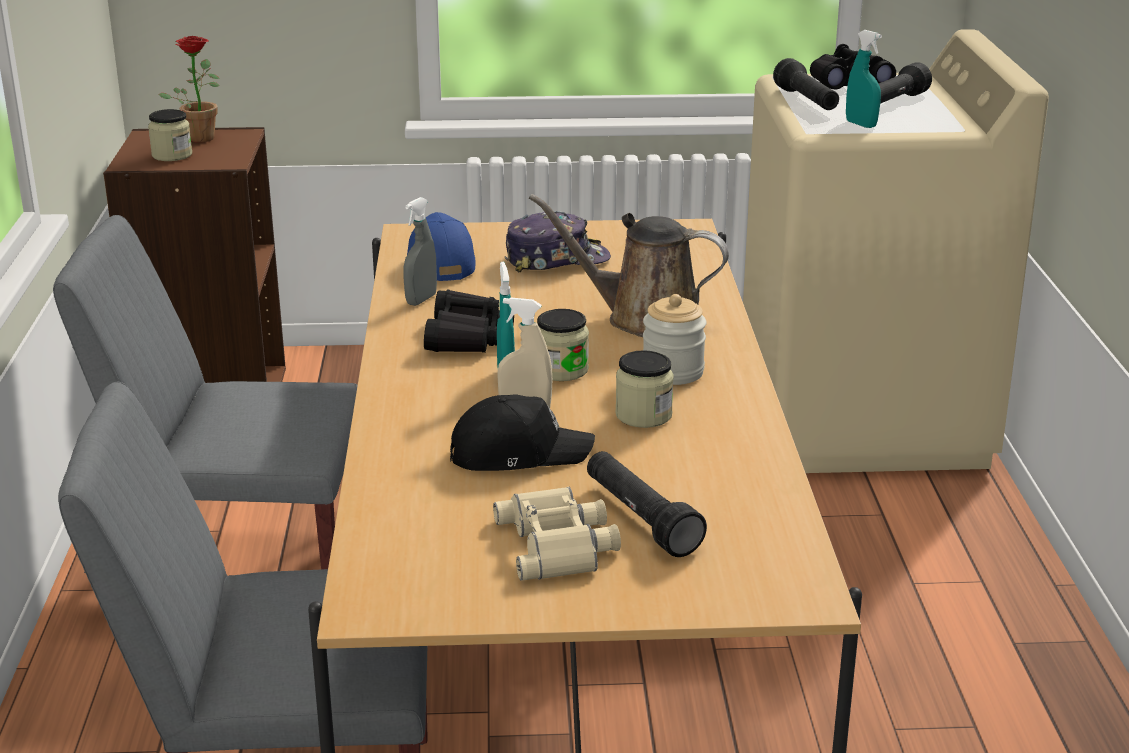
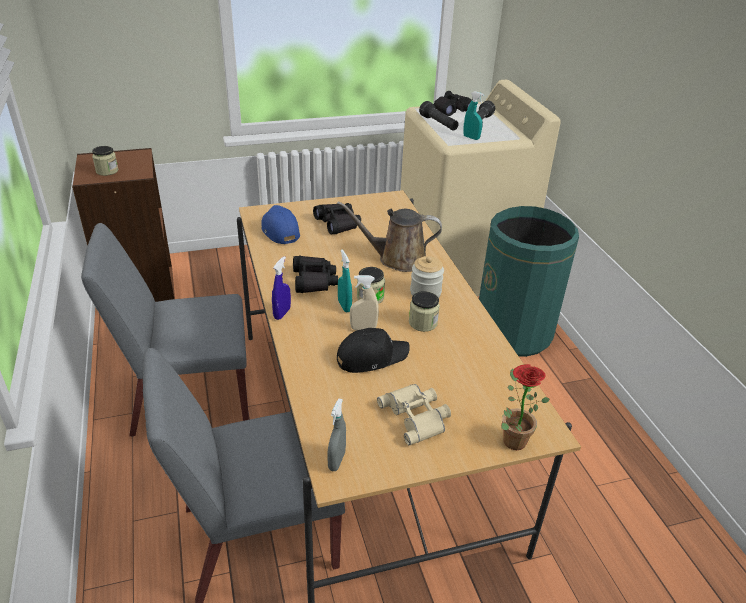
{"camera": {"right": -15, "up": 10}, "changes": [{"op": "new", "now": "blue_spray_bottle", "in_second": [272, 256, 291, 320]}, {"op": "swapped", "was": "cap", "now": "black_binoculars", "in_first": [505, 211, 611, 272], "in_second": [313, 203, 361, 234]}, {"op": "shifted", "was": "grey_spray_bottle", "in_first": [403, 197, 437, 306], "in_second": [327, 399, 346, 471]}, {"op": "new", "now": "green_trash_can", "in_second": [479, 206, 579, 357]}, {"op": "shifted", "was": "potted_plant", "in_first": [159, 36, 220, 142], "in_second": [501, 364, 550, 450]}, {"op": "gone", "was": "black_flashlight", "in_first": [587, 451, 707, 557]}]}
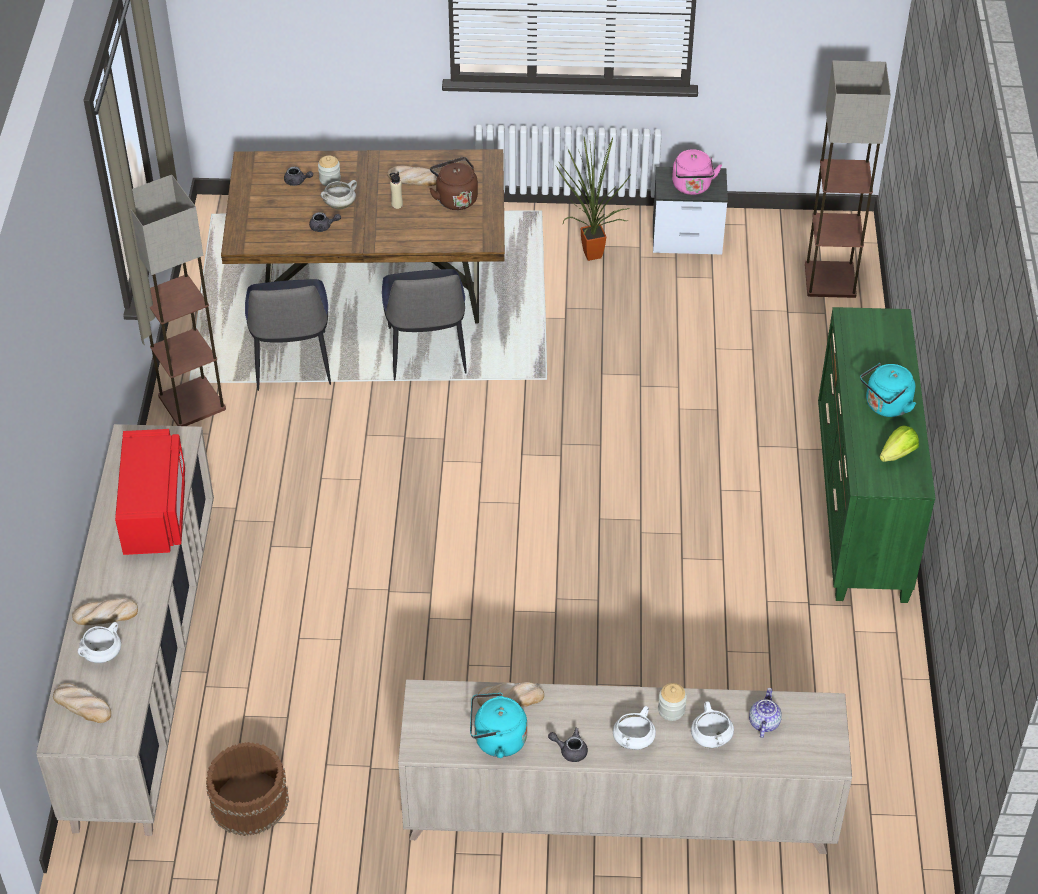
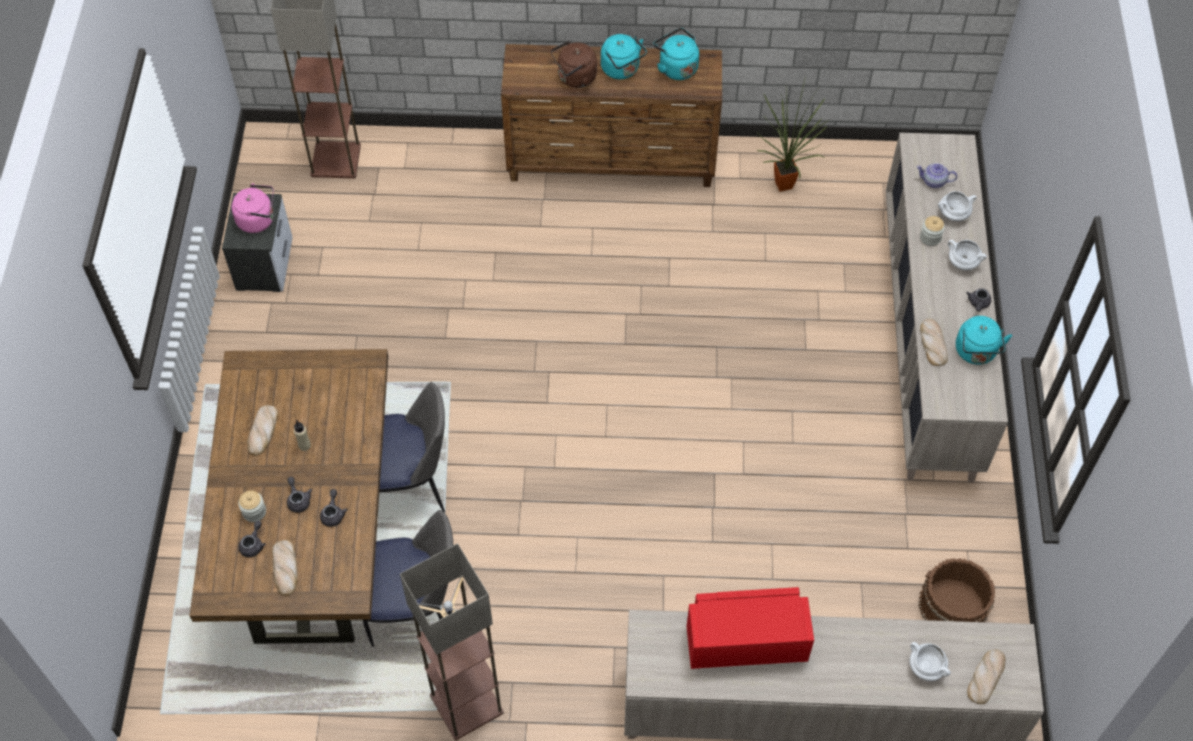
{"camera": {"right": -90, "up": 10}, "changes": [{"op": "shifted", "was": "bread", "in_first": [72, 599, 138, 625], "in_second": [272, 540, 297, 596]}, {"op": "swapped", "was": "white_cooking_pot", "now": "grey_teapot", "in_first": [321, 180, 357, 209], "in_second": [287, 477, 312, 513]}, {"op": "repainted", "was": "green_dresser", "now": "brown_dresser", "in_first": [818, 307, 935, 603], "in_second": [501, 44, 722, 187]}, {"op": "shifted", "was": "brown_kettle", "in_first": [429, 157, 478, 210], "in_second": [551, 41, 597, 88]}, {"op": "swapped", "was": "lettuce", "now": "turquoise_kettle", "in_first": [880, 426, 919, 462], "in_second": [653, 28, 699, 80]}, {"op": "shifted", "was": "potted_plant", "in_first": [556, 131, 630, 261], "in_second": [756, 77, 829, 192]}]}
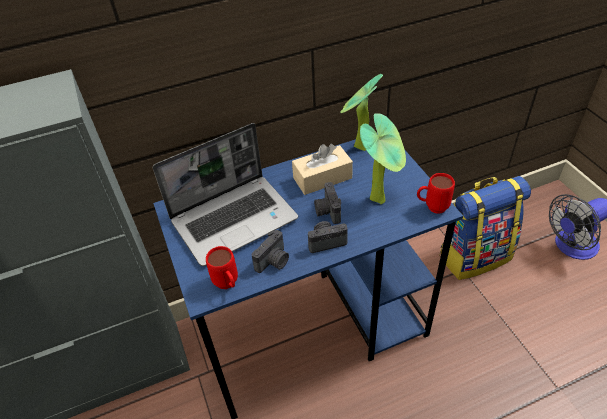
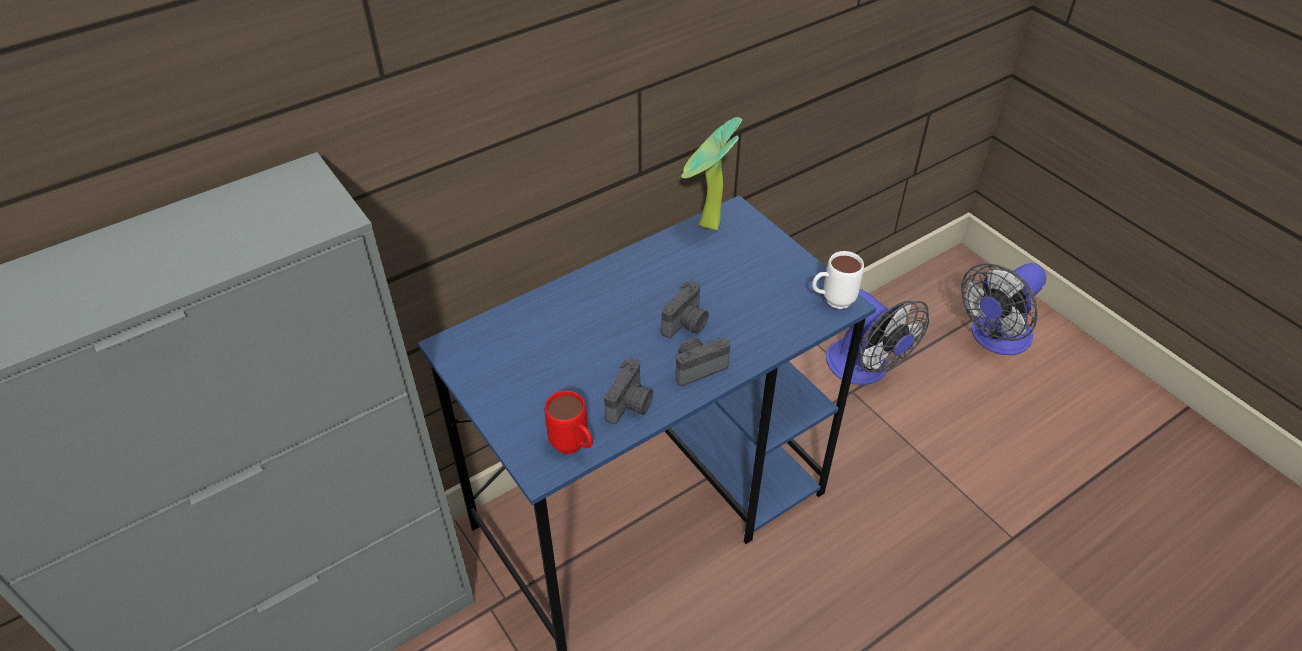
{"camera": {"right": -15, "up": 0}, "changes": [{"op": "rotated", "was": "photo_camera", "in_first": [314, 182, 341, 224], "in_second": [661, 281, 709, 338], "clockwise": -120}, {"op": "repainted", "was": "red_mug", "now": "white_mug", "in_first": [417, 173, 455, 214], "in_second": [812, 251, 864, 309]}, {"op": "swapped", "was": "backpack", "now": "fan", "in_first": [439, 176, 531, 280], "in_second": [826, 289, 929, 385]}, {"op": "gone", "was": "laptop", "in_first": [153, 123, 298, 266]}, {"op": "gone", "was": "beige_tissue_box", "in_first": [292, 144, 353, 195]}, {"op": "gone", "was": "potted_plant", "in_first": [360, 113, 406, 204]}]}
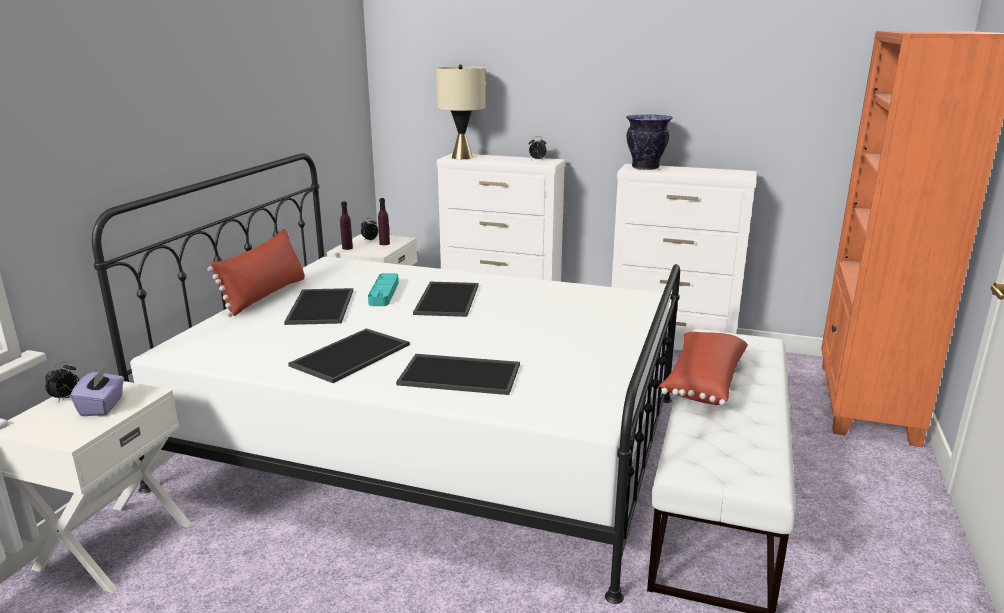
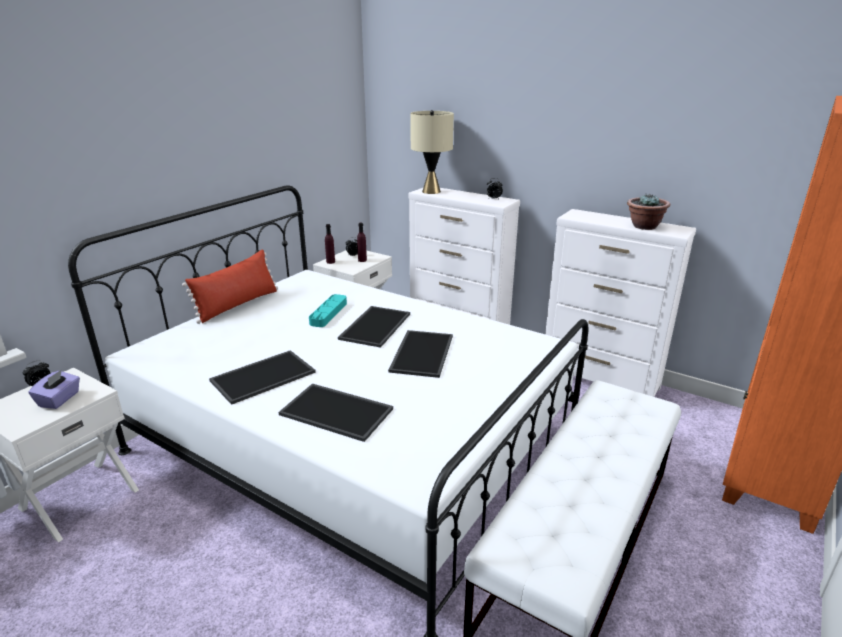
{"camera": {"right": 15, "up": 5}, "changes": [{"op": "shifted", "was": "tray", "in_first": [284, 288, 353, 325], "in_second": [388, 330, 453, 378]}, {"op": "new", "now": "potted_plant", "in_second": [627, 194, 670, 230]}, {"op": "gone", "was": "vase", "in_first": [626, 114, 673, 170]}, {"op": "gone", "was": "red_pillow", "in_first": [659, 332, 748, 406]}]}
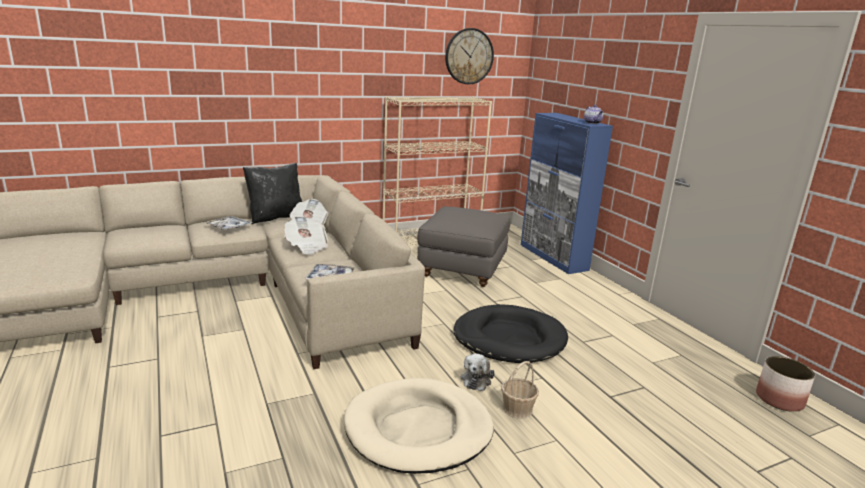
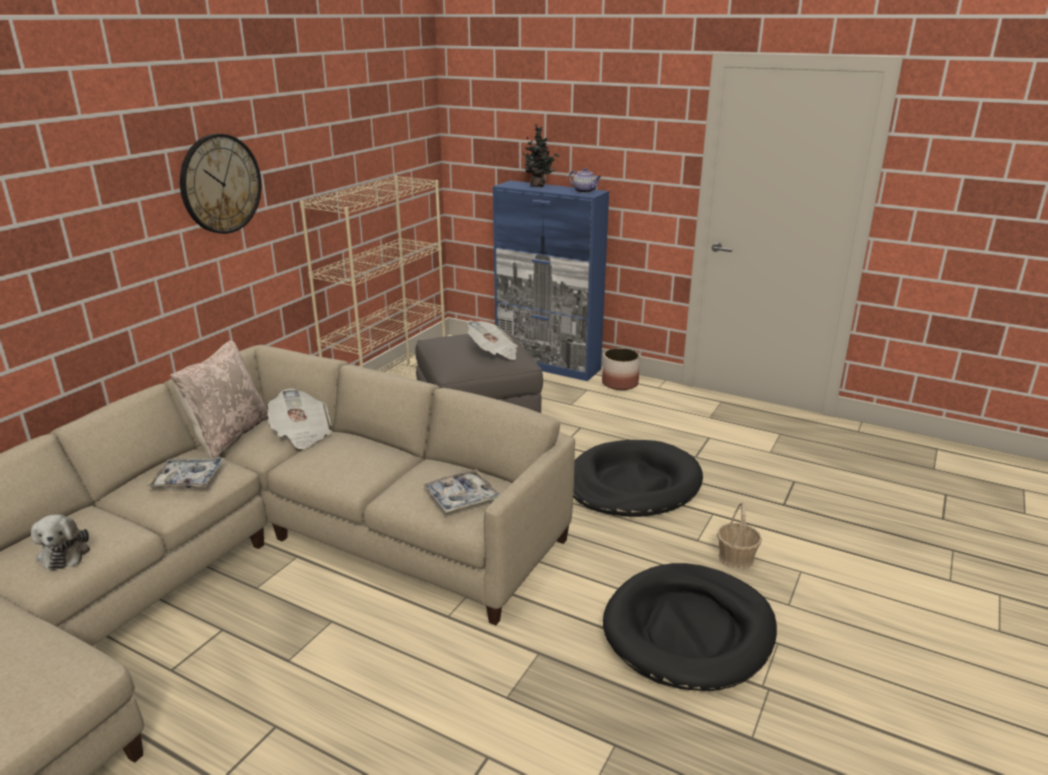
{"camera": {"right": -35, "up": 5}, "changes": [{"op": "shifted", "was": "plush_toy", "in_first": [461, 354, 495, 391], "in_second": [31, 514, 90, 571]}, {"op": "repainted", "was": "black_pillow", "now": "beige_pillow", "in_first": [243, 163, 302, 224], "in_second": [170, 341, 268, 458]}, {"op": "shifted", "was": "wall_clock", "in_first": [445, 28, 494, 84], "in_second": [180, 134, 262, 234]}, {"op": "shifted", "was": "newspaper", "in_first": [285, 216, 328, 255], "in_second": [467, 320, 518, 360]}, {"op": "new", "now": "potted_plant", "in_second": [522, 124, 560, 187]}, {"op": "shifted", "was": "planter", "in_first": [756, 356, 815, 412], "in_second": [602, 348, 640, 390]}, {"op": "repainted", "was": "beige_dog_bed", "now": "black_dog_bed", "in_first": [344, 378, 494, 474], "in_second": [603, 563, 777, 691]}]}
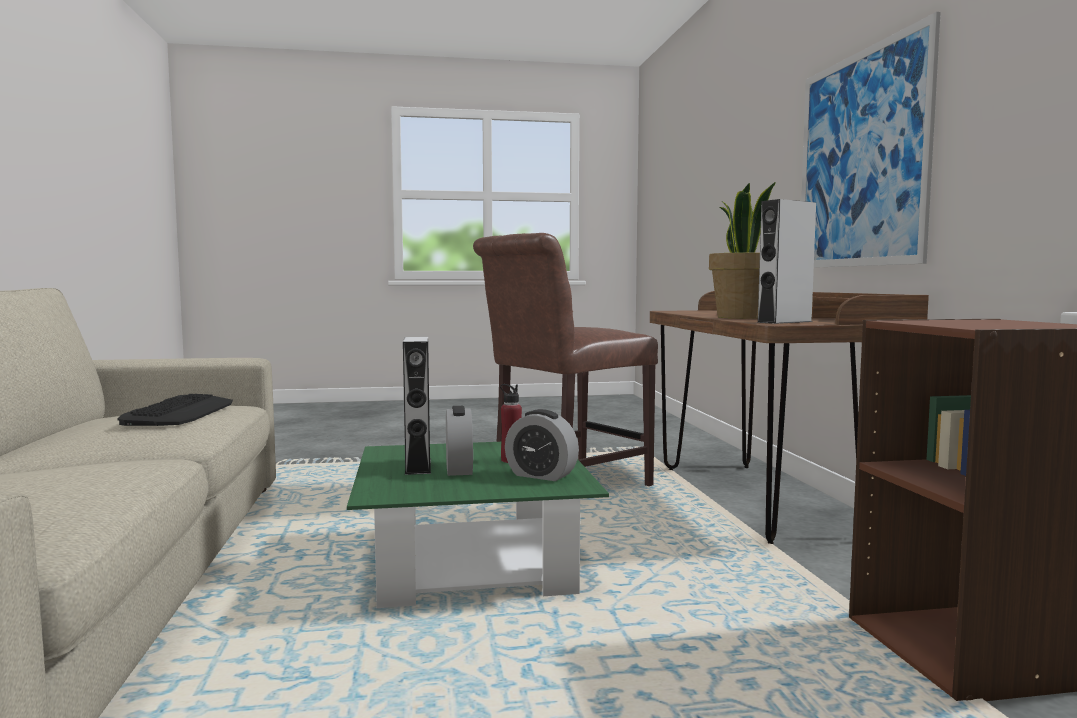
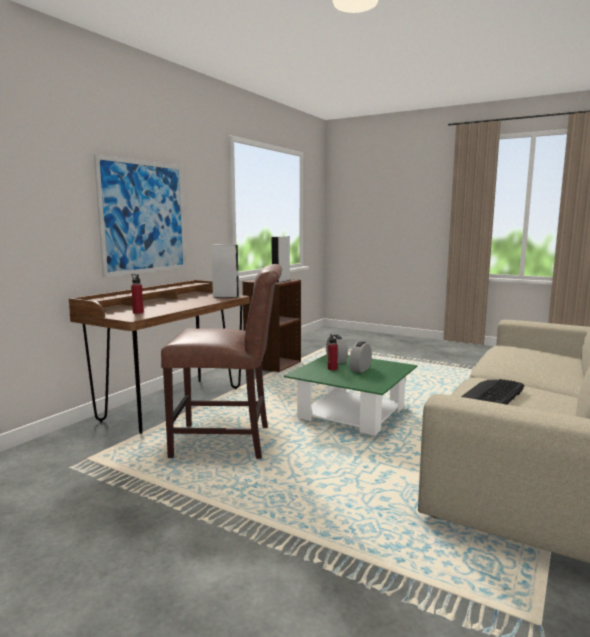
{"camera": {"right": -140, "up": 5}, "changes": [{"op": "new", "now": "red_bottle", "in_second": [131, 274, 144, 314]}, {"op": "shifted", "was": "grey_speaker", "in_first": [403, 337, 431, 475], "in_second": [271, 236, 290, 283]}, {"op": "gone", "was": "potted_plant", "in_first": [709, 182, 776, 319]}]}
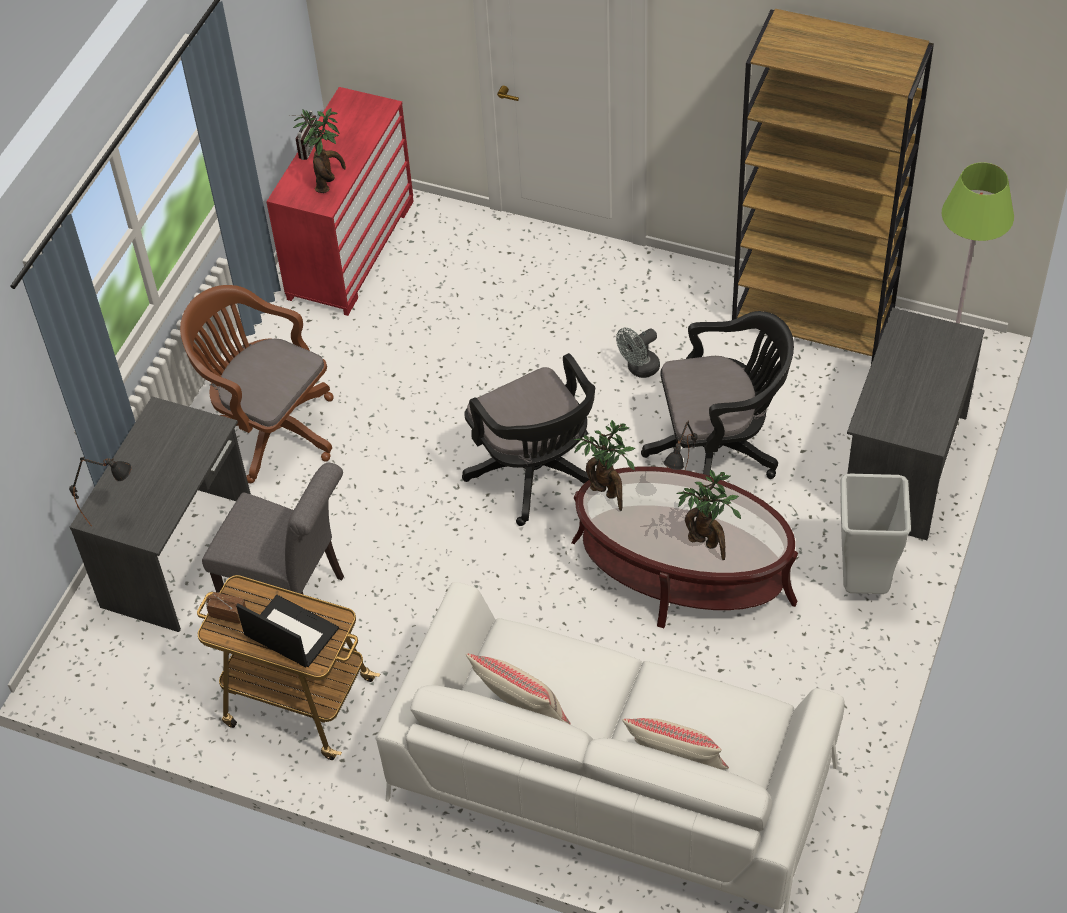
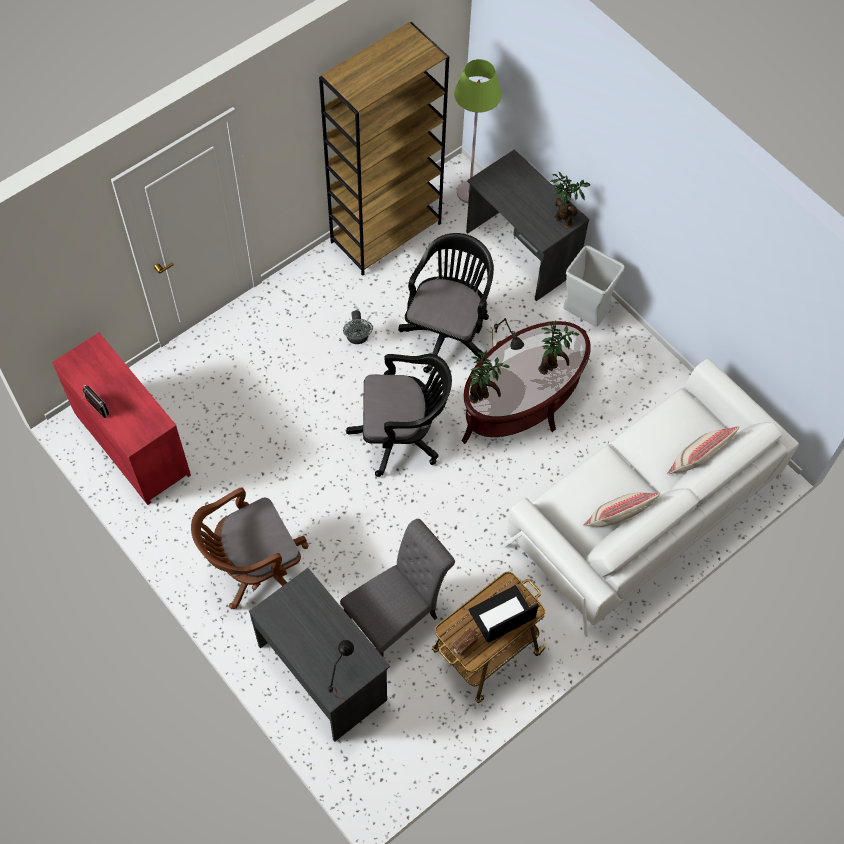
{"camera": {"right": -65, "up": 10}, "changes": [{"op": "shifted", "was": "potted_plant", "in_first": [293, 108, 346, 193], "in_second": [550, 172, 590, 228]}]}
